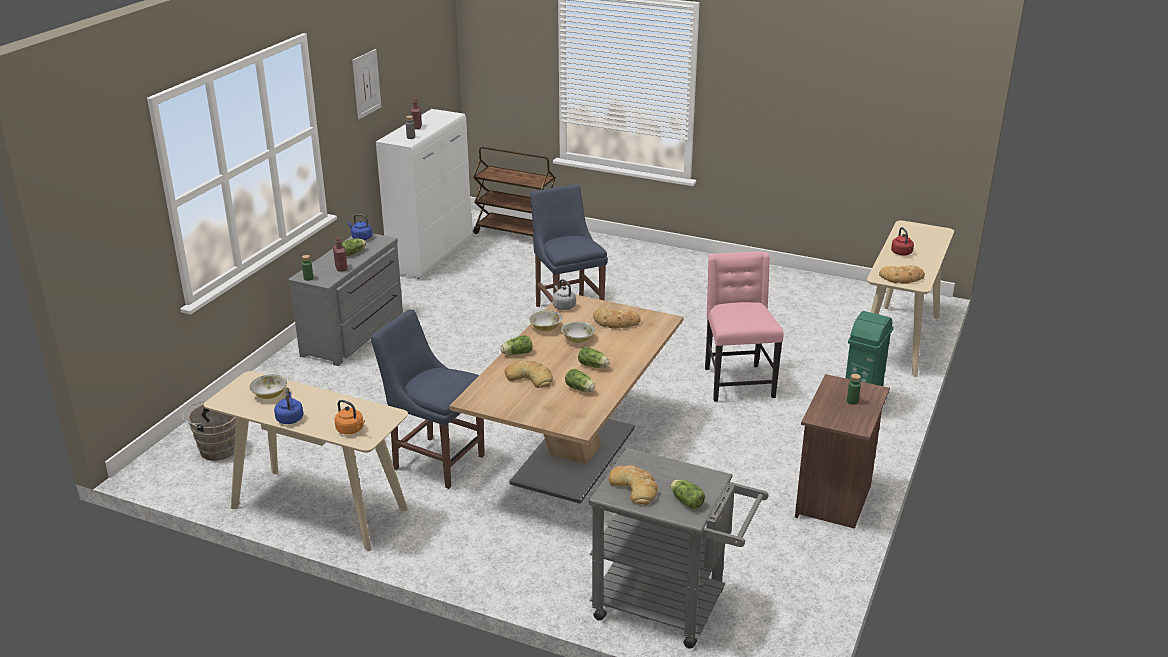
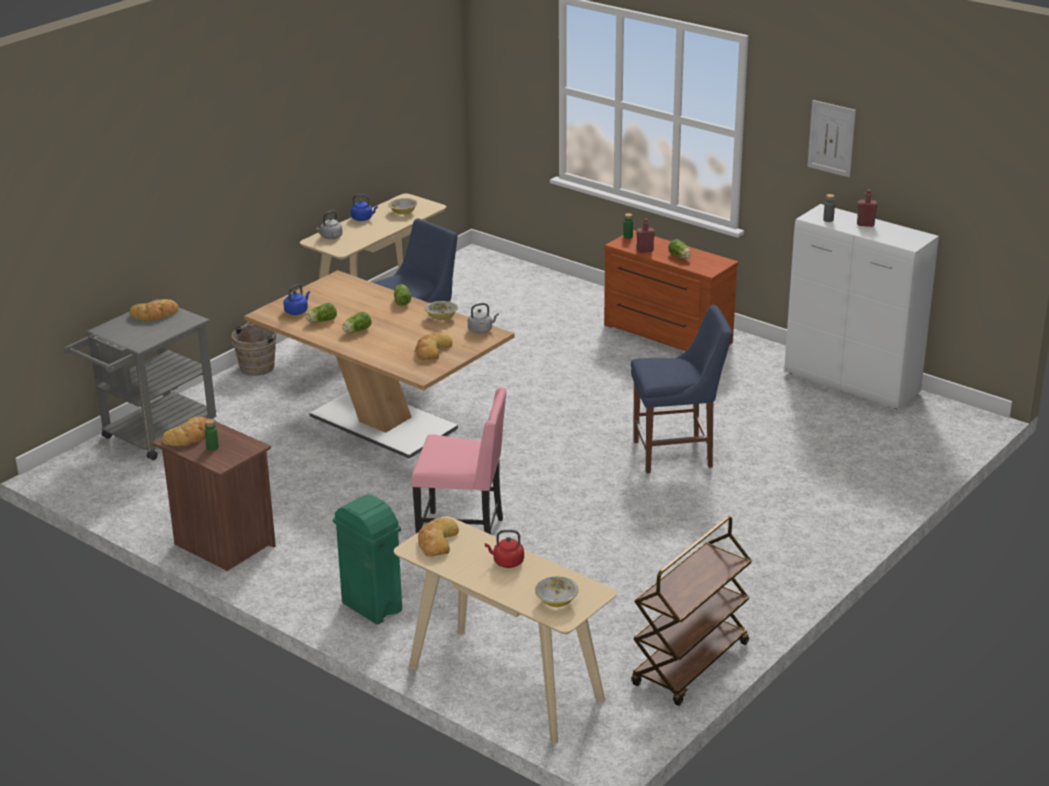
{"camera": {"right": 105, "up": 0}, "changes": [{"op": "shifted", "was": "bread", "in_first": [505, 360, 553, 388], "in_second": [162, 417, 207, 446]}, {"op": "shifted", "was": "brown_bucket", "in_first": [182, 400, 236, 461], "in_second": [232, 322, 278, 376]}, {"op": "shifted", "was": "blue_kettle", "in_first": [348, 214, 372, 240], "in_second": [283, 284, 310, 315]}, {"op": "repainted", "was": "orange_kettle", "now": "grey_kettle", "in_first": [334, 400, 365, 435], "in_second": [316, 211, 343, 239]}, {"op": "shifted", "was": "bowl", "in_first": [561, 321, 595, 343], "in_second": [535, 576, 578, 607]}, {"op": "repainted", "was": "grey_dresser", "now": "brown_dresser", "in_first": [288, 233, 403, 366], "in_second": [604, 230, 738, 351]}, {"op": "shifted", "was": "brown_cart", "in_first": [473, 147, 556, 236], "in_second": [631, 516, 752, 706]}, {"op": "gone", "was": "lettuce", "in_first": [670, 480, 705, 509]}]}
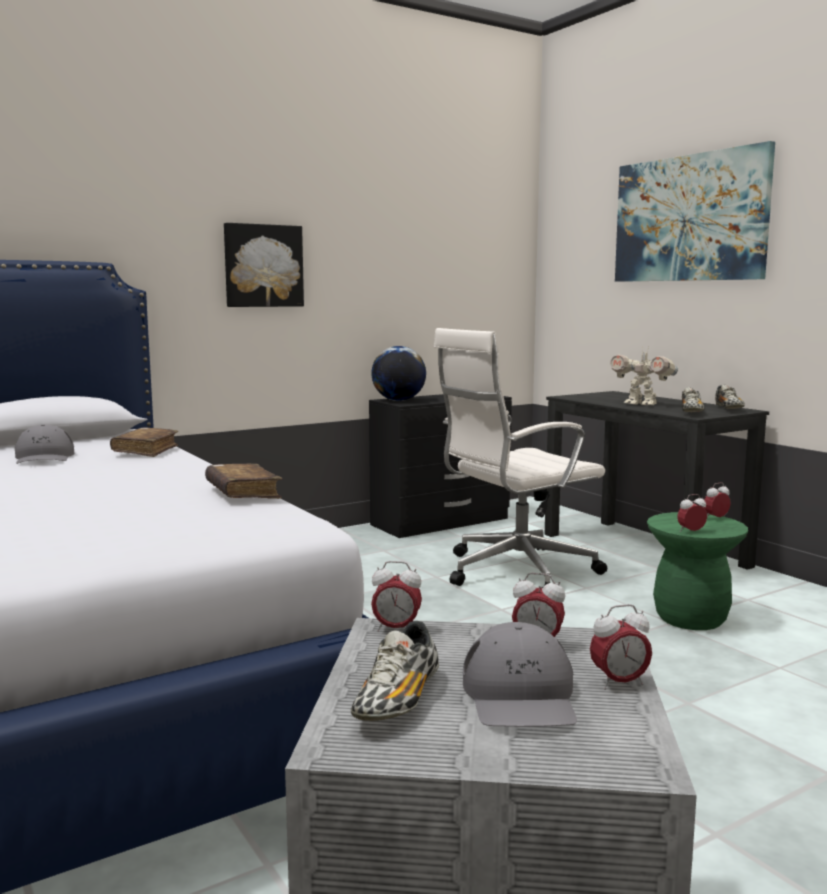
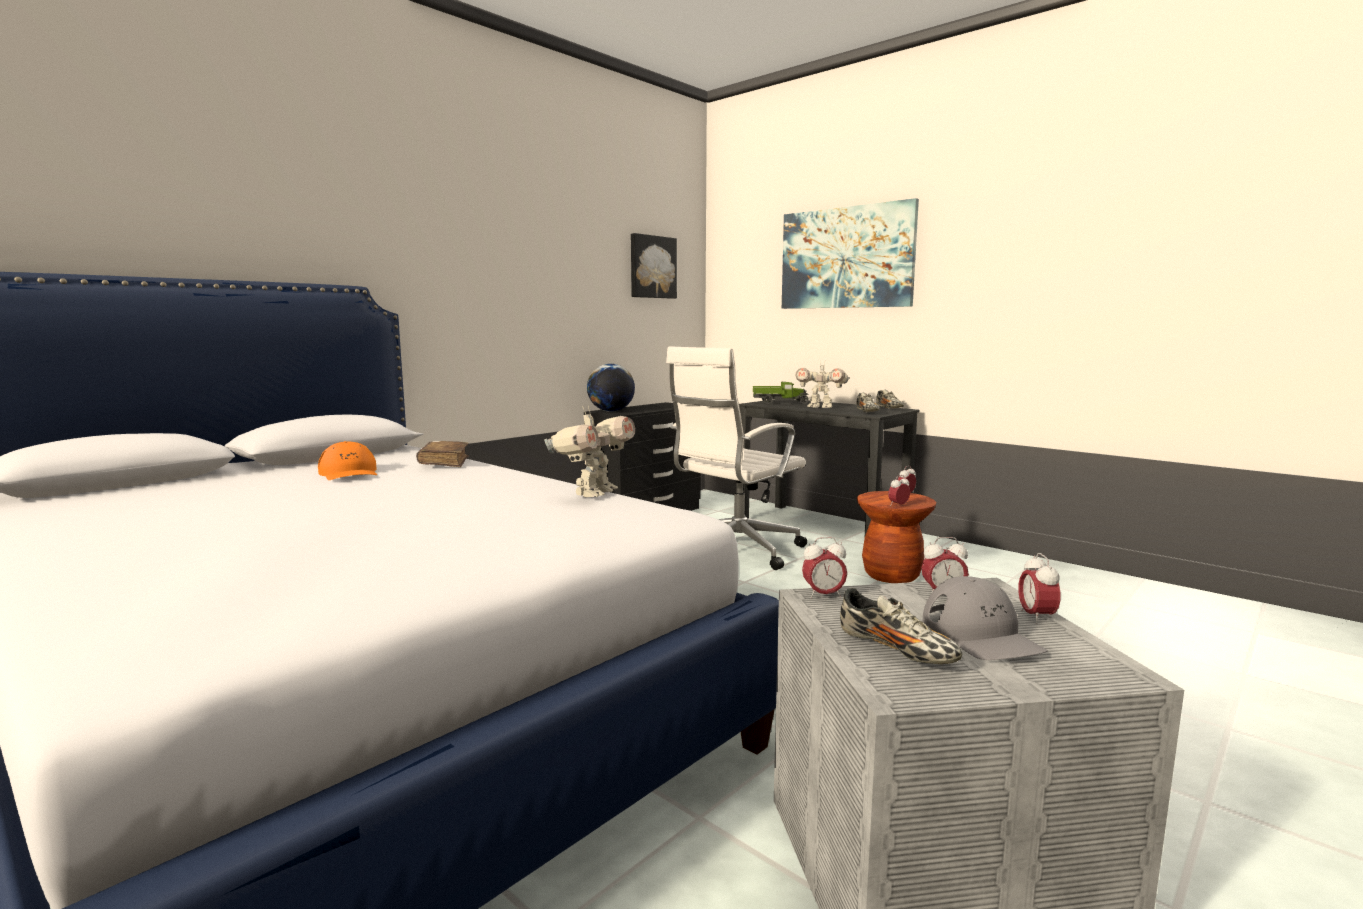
{"camera": {"right": -15, "up": 0}, "changes": [{"op": "repainted", "was": "grey_cap", "now": "orange_cap", "in_first": [15, 425, 74, 464], "in_second": [318, 441, 377, 480]}, {"op": "swapped", "was": "brown_book", "now": "toy_robot", "in_first": [205, 463, 282, 499], "in_second": [544, 406, 635, 497]}, {"op": "shifted", "was": "picture", "in_first": [224, 223, 304, 307], "in_second": [631, 233, 677, 299]}, {"op": "new", "now": "toy_truck", "in_second": [753, 382, 809, 404]}, {"op": "rotated", "was": "shoe", "in_first": [351, 621, 439, 721], "in_second": [840, 588, 963, 664], "clockwise": -45}, {"op": "repainted", "was": "green_stool", "now": "brown_stool", "in_first": [647, 512, 748, 630], "in_second": [857, 491, 936, 583]}, {"op": "rotated", "was": "alarm_clock", "in_first": [590, 604, 652, 690], "in_second": [1018, 553, 1060, 624], "clockwise": 120}]}
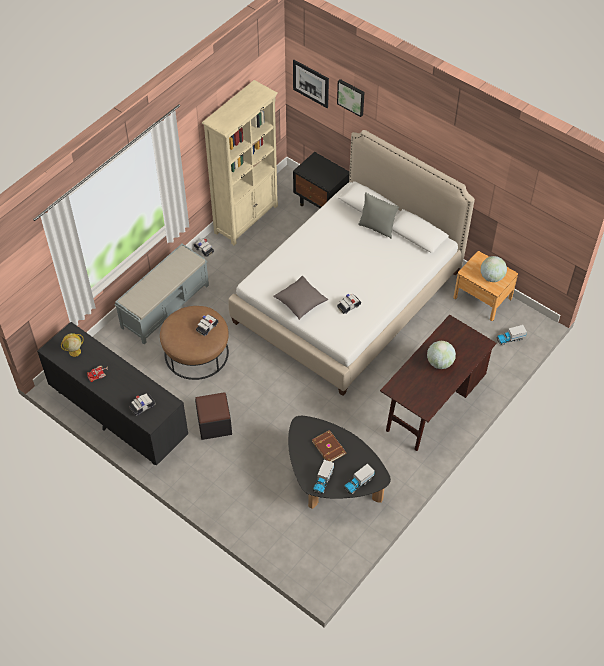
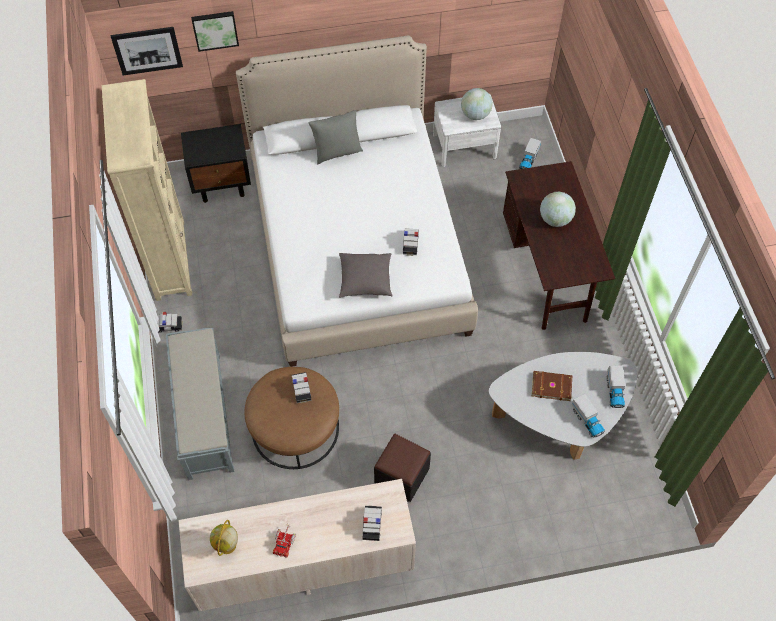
{"camera": {"right": -50, "up": 5}, "changes": [{"op": "repainted", "was": "black_dresser", "now": "beige_dresser", "in_first": [37, 322, 188, 466], "in_second": [178, 479, 416, 612]}, {"op": "repainted", "was": "brown_nightstand", "now": "white_nightstand", "in_first": [453, 251, 518, 321], "in_second": [433, 94, 501, 167]}, {"op": "repainted", "was": "black_coffee_table", "now": "white_coffee_table", "in_first": [288, 416, 391, 509], "in_second": [489, 352, 637, 460]}]}
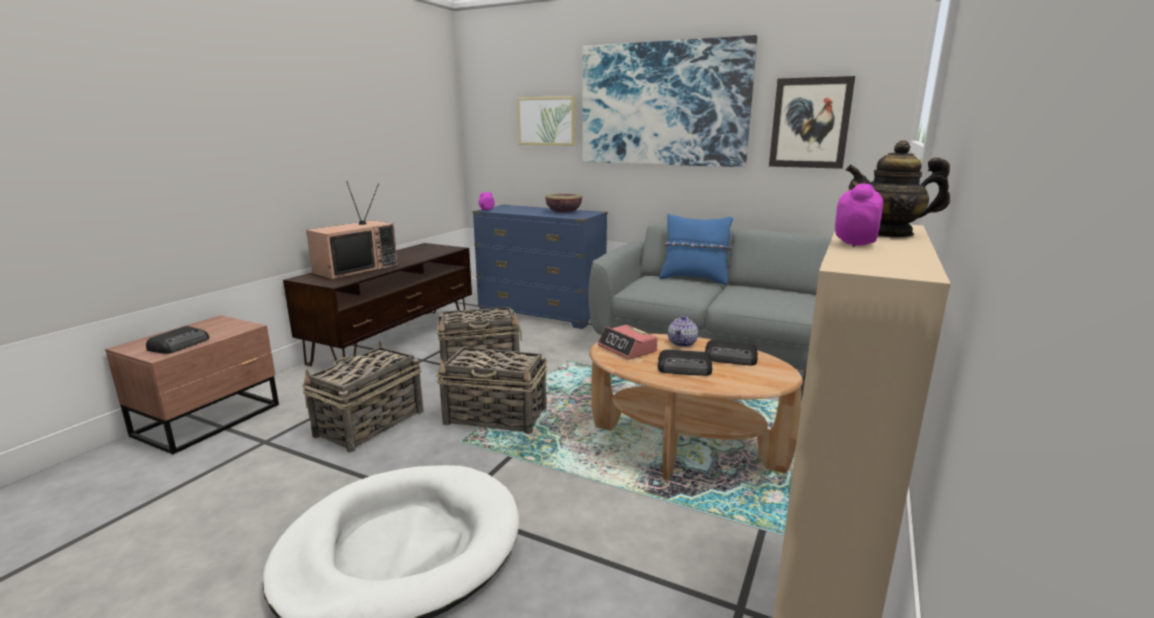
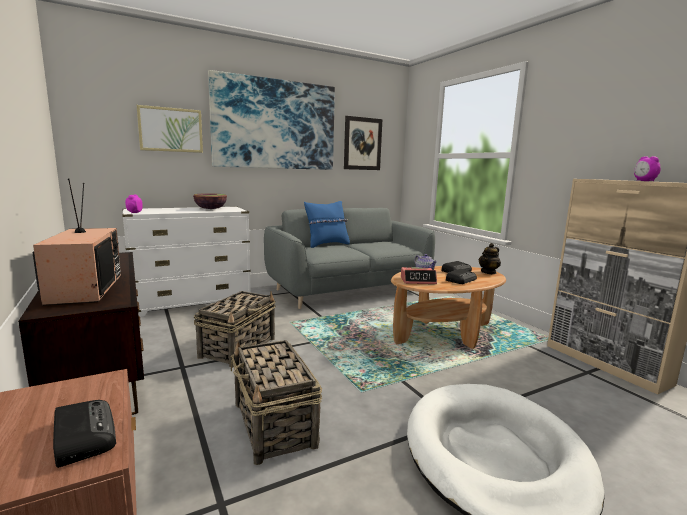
{"camera": {"right": -55, "up": -5}, "changes": [{"op": "repainted", "was": "blue_dresser", "now": "white_dresser", "in_first": [472, 205, 608, 329], "in_second": [122, 206, 251, 317]}, {"op": "shifted", "was": "teapot", "in_first": [846, 140, 950, 238], "in_second": [479, 243, 501, 274]}, {"op": "gone", "was": "basket", "in_first": [436, 347, 548, 434]}]}
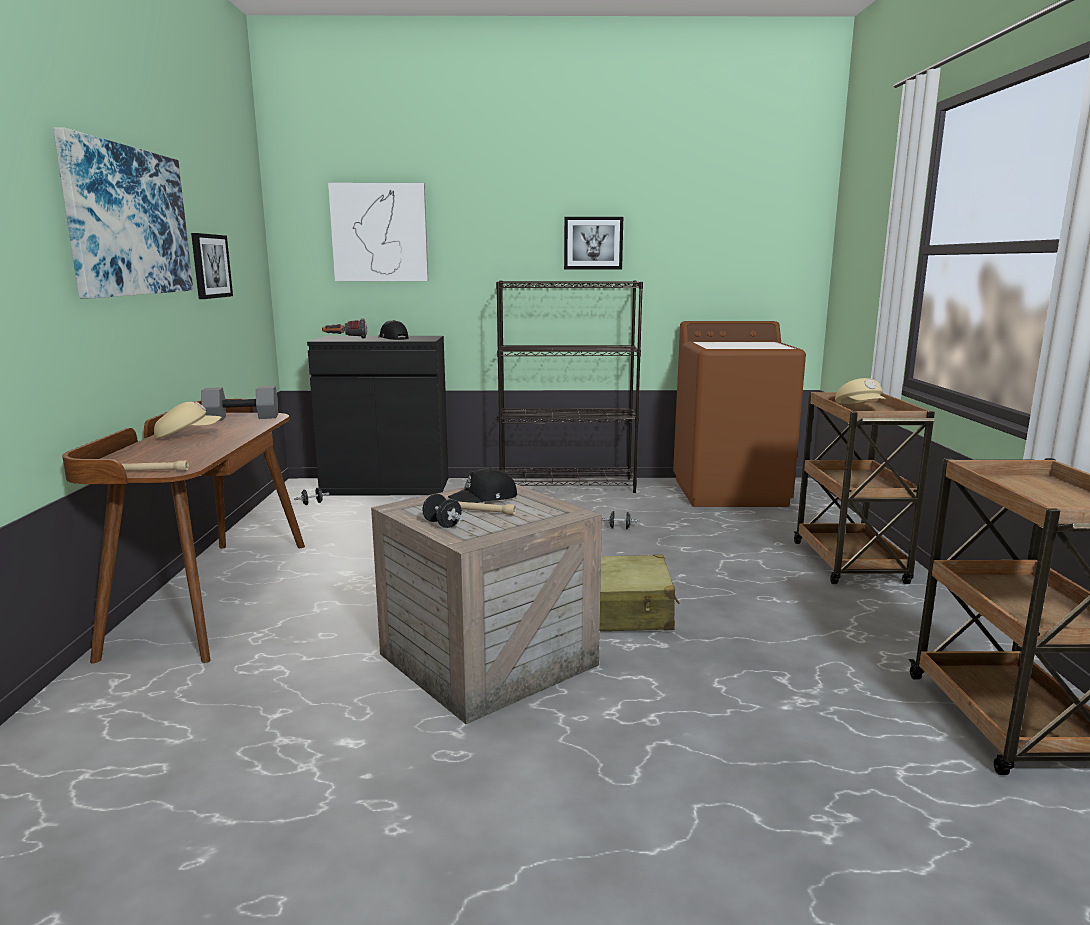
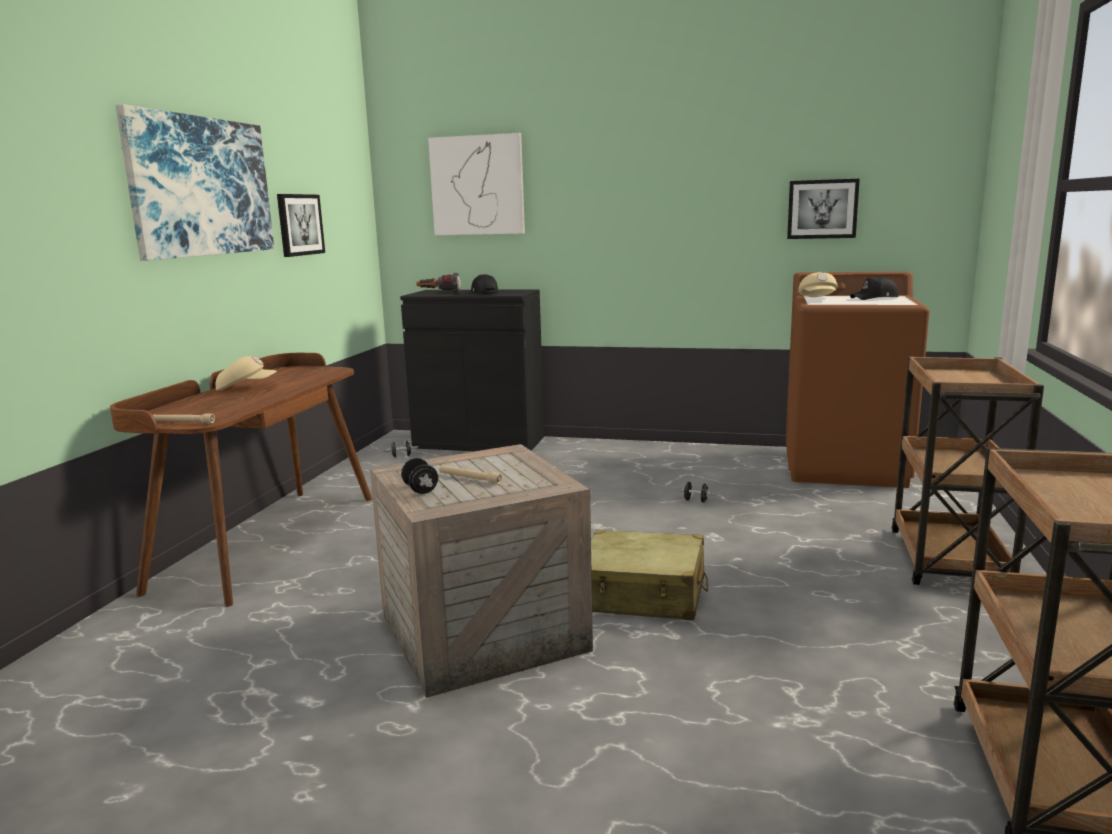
{"camera": {"right": 15, "up": 0}, "changes": [{"op": "shifted", "was": "picture", "in_first": [564, 217, 623, 269], "in_second": [787, 179, 860, 239]}, {"op": "shifted", "was": "beige_cap", "in_first": [835, 378, 886, 404], "in_second": [798, 272, 838, 297]}, {"op": "shifted", "was": "black_cap", "in_first": [448, 467, 517, 503], "in_second": [850, 276, 899, 300]}, {"op": "gone", "was": "grey_dumbbell", "in_first": [201, 386, 278, 421]}, {"op": "gone", "was": "black_bookcase", "in_first": [496, 280, 643, 493]}]}
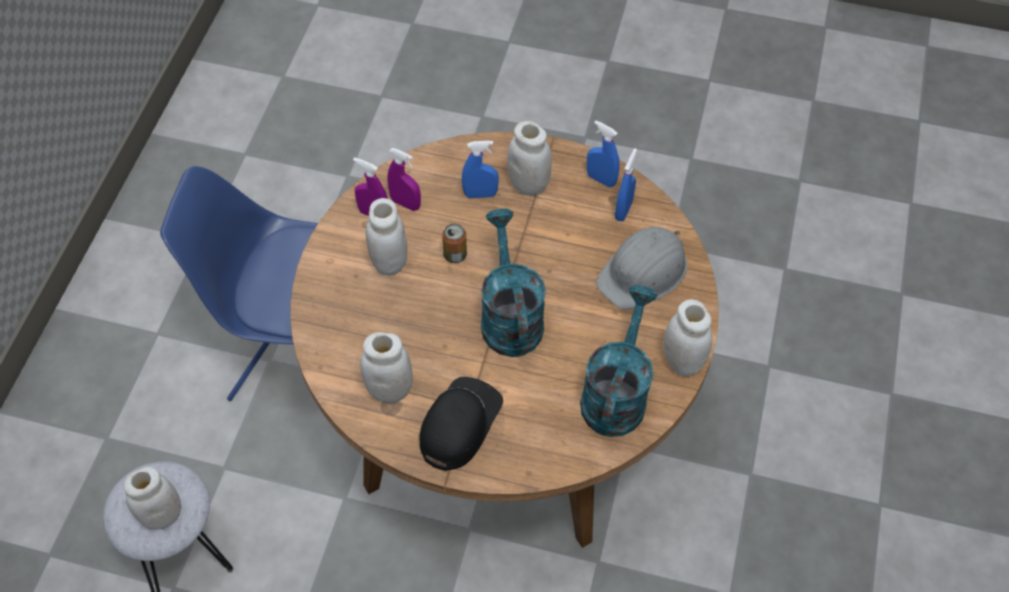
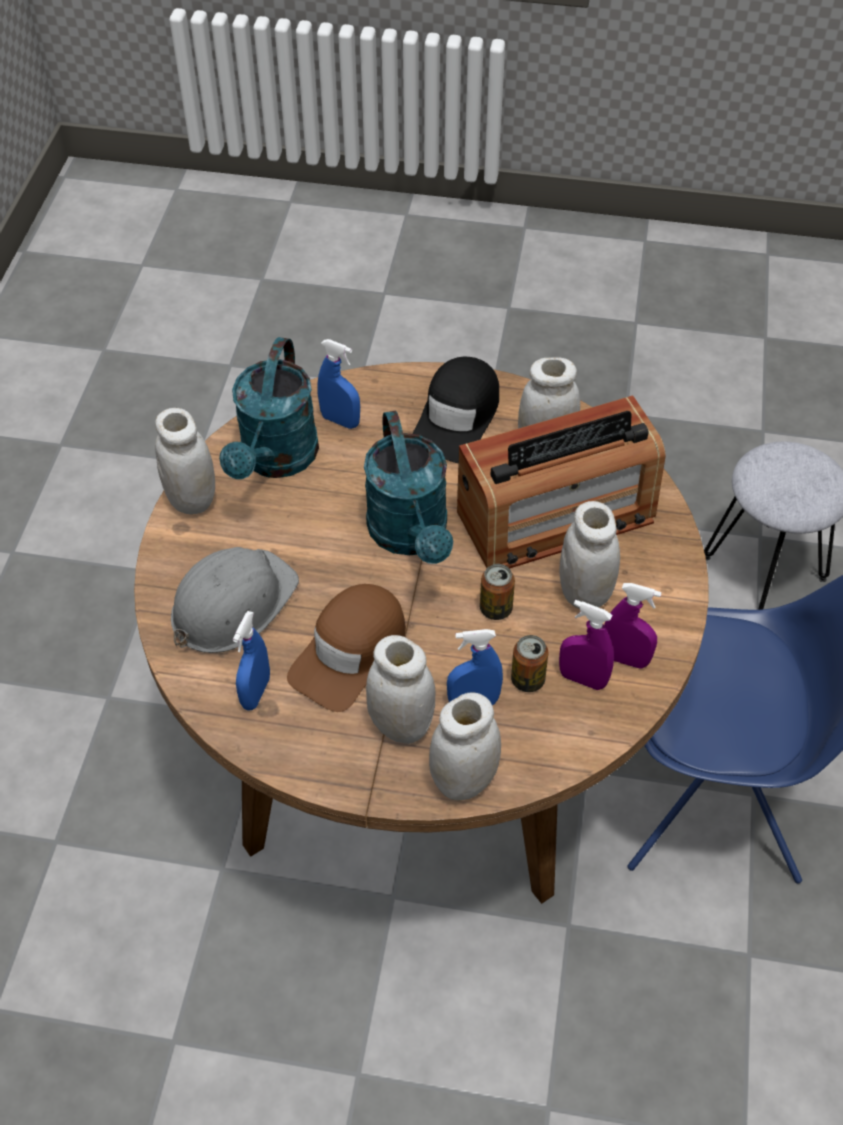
{"camera": {"right": 175, "up": -5}, "changes": [{"op": "new", "now": "brown_cap", "in_second": [287, 584, 406, 712]}, {"op": "shifted", "was": "blue_spray_bottle", "in_first": [587, 120, 620, 187], "in_second": [317, 339, 360, 429]}, {"op": "shifted", "was": "white_jar", "in_first": [123, 467, 181, 530], "in_second": [429, 692, 501, 800]}, {"op": "new", "now": "radio", "in_second": [457, 395, 666, 569]}, {"op": "new", "now": "can", "in_second": [511, 635, 548, 692]}]}
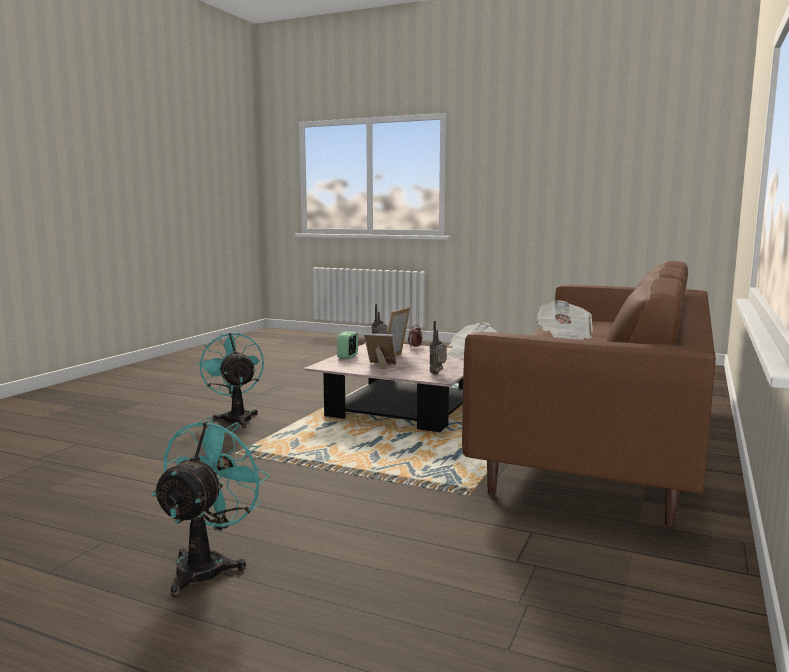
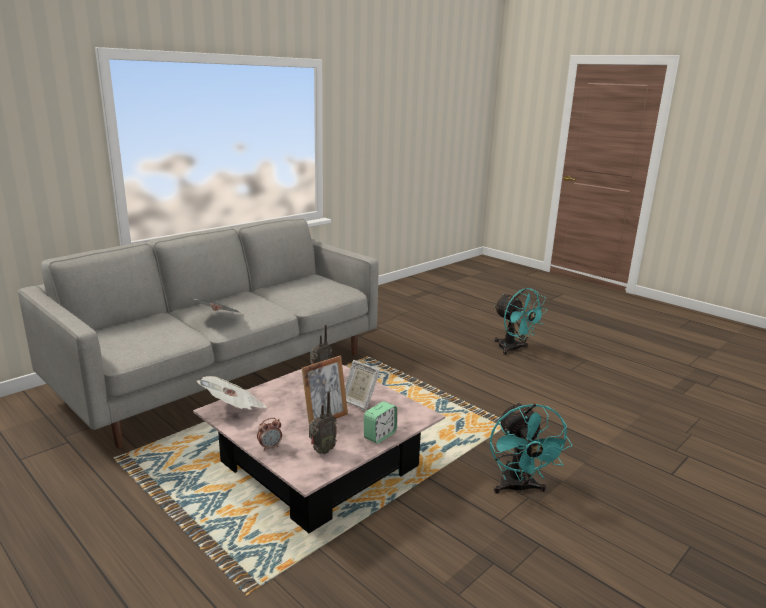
{"camera": {"right": -160, "up": 10}, "changes": [{"op": "repainted", "was": "brown_sofa", "now": "grey_sofa", "in_first": [462, 261, 716, 526], "in_second": [18, 218, 378, 448]}, {"op": "rotated", "was": "turquoise_fan", "in_first": [151, 417, 270, 597], "in_second": [494, 288, 547, 355], "clockwise": -75}]}
